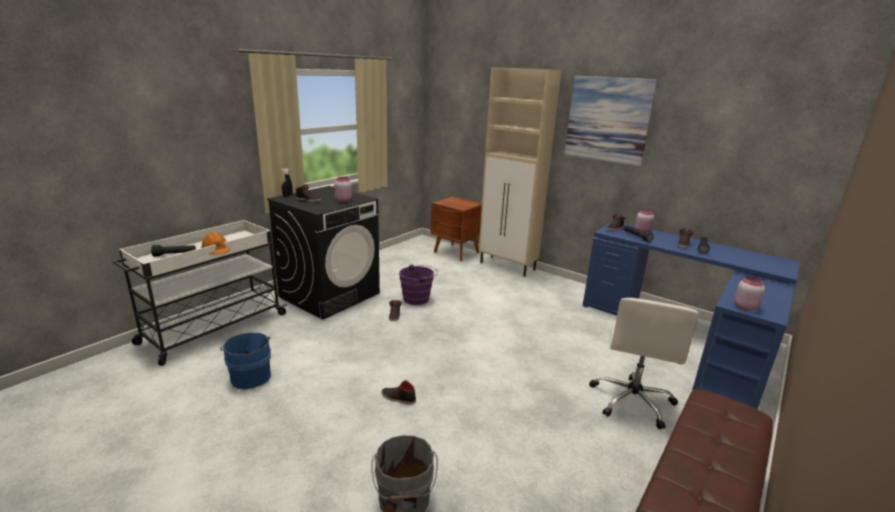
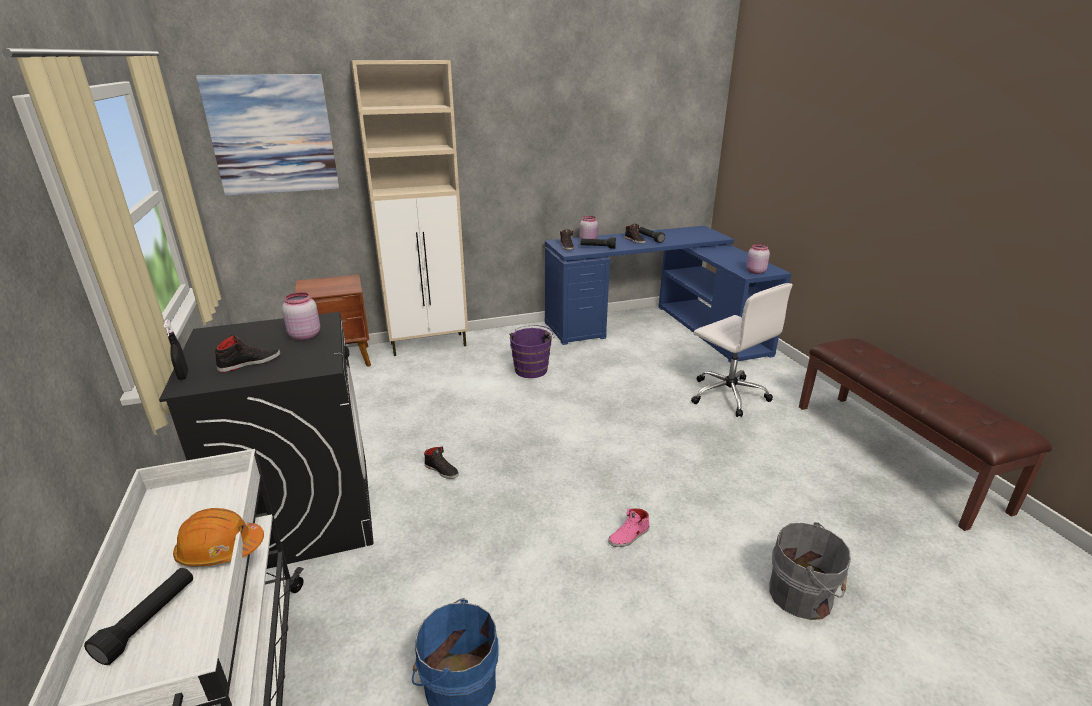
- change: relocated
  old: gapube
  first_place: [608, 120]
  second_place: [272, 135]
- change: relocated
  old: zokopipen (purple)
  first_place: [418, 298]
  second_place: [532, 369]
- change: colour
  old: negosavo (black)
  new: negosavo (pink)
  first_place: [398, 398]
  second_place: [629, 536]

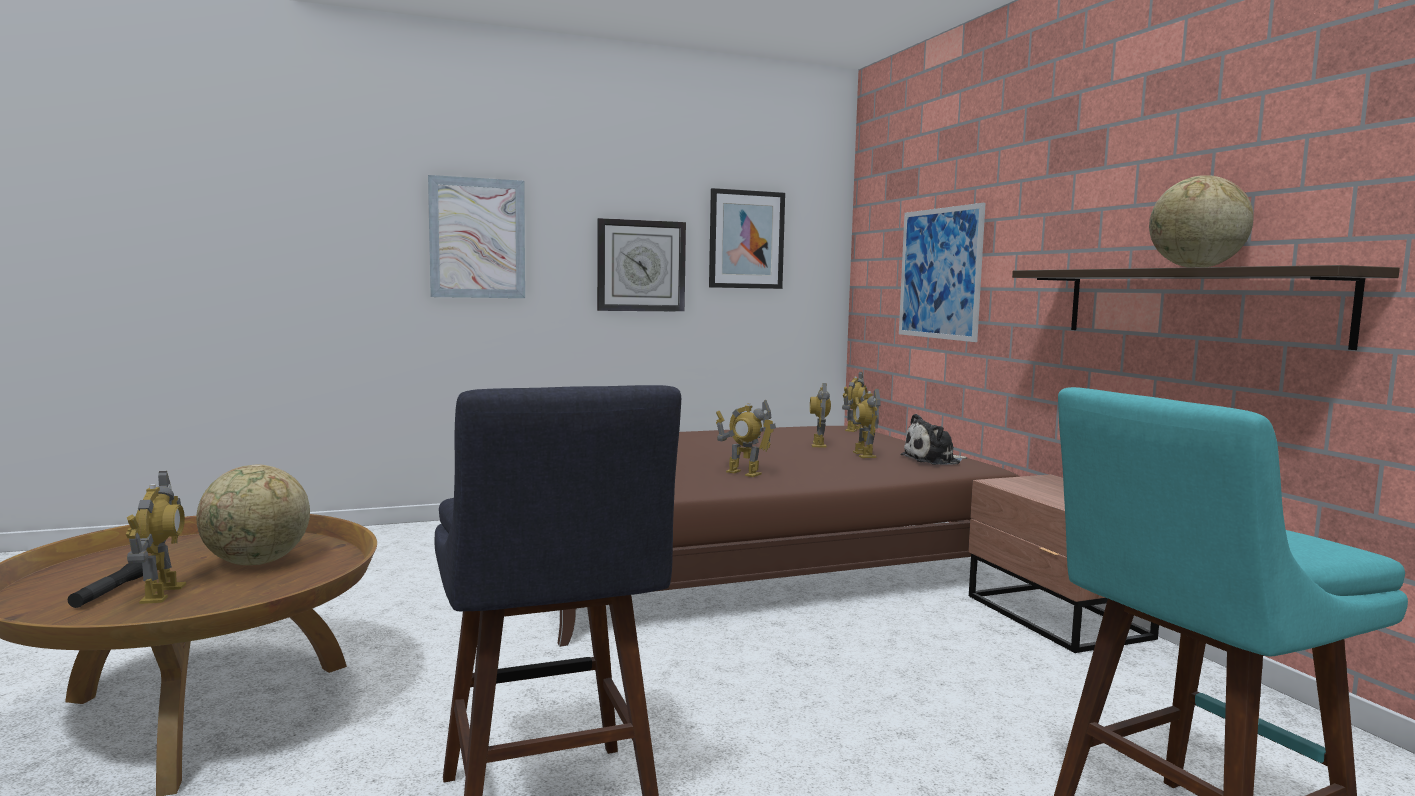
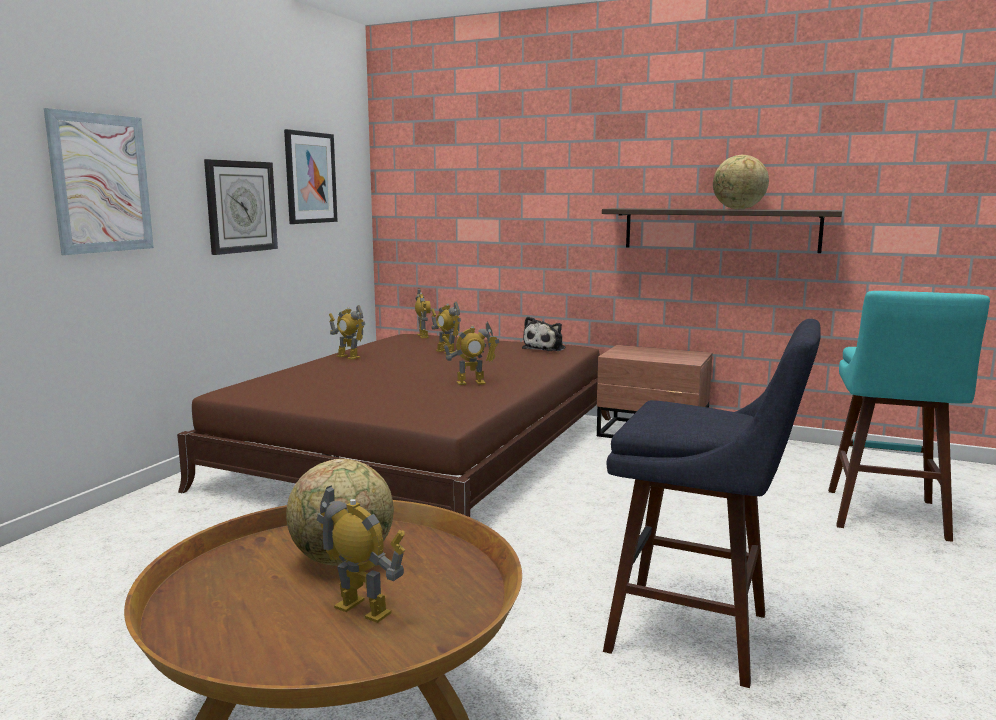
- change: missing
  old: gapube
  first_place: [939, 273]
- change: relocated
  old: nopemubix
  first_place: [864, 455]
  second_place: [348, 357]
- change: missing
  old: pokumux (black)
  first_place: [112, 591]

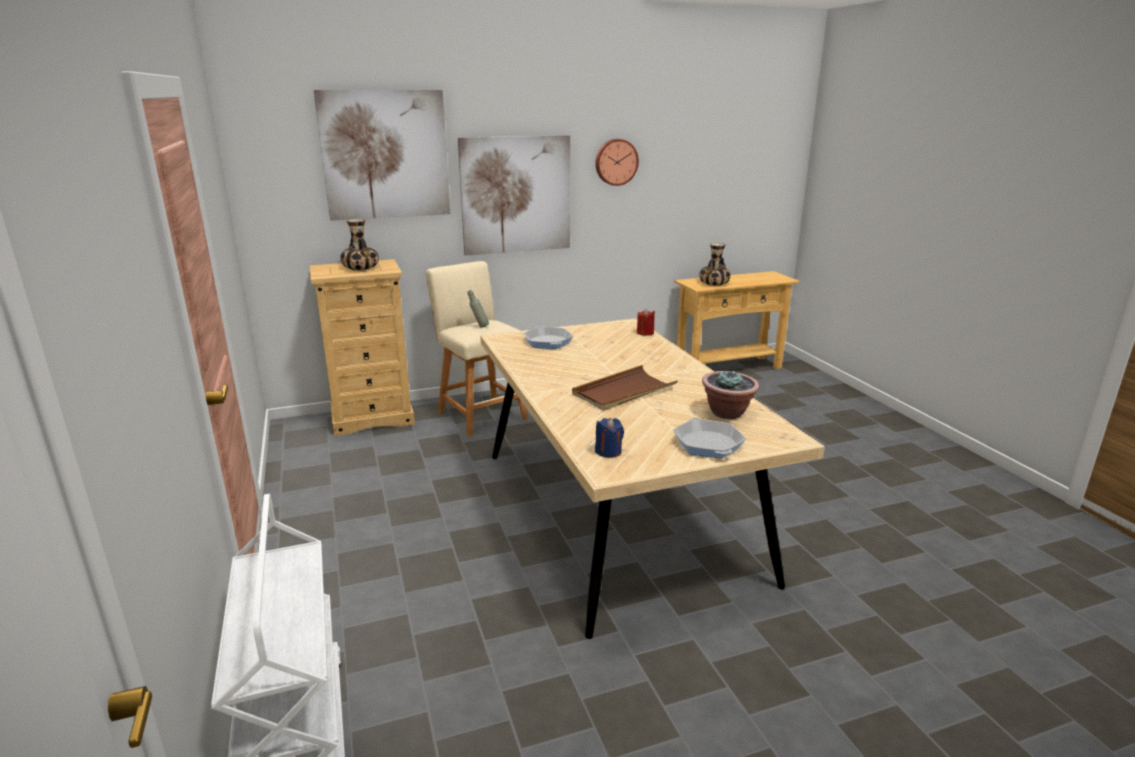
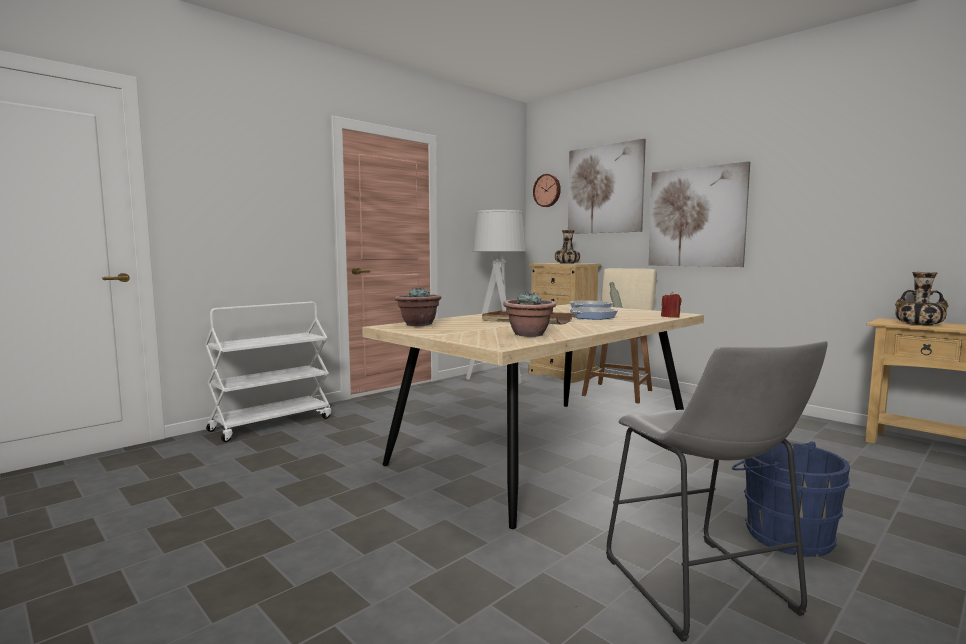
- change: relocated
  old: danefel
  first_place: [616, 162]
  second_place: [547, 190]
- change: exchanged
  old: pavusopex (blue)
  new: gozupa
  first_place: [608, 451]
  second_place: [418, 324]
- change: relocated
  old: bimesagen
  first_place: [708, 444]
  second_place: [592, 317]
- change: appeared
  new: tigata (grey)
  second_place: [498, 378]
- change: appeared
  new: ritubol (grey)
  second_place: [703, 591]
- change: appeared
  new: zokopipen (blue)
  second_place: [783, 534]

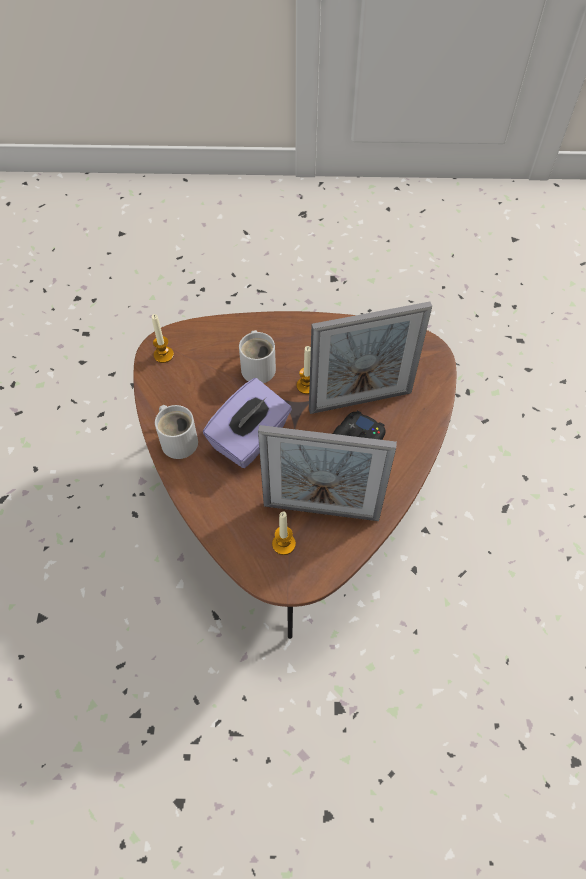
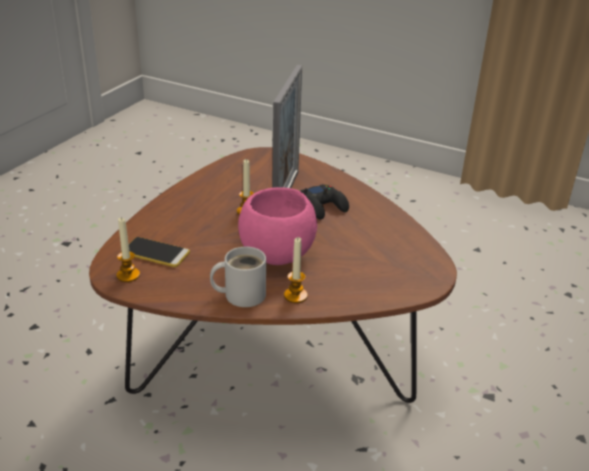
- change: missing
  old: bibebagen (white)
  first_place: [259, 367]
- change: exchanged
  old: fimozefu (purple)
  new: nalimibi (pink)
  first_place: [250, 439]
  second_place: [276, 254]
- change: missing
  old: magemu
  first_place: [321, 511]
- change: relocated
  old: pavusopex
  first_place: [283, 544]
  second_place: [295, 296]
- change: appeared
  new: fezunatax
  second_place: [156, 253]

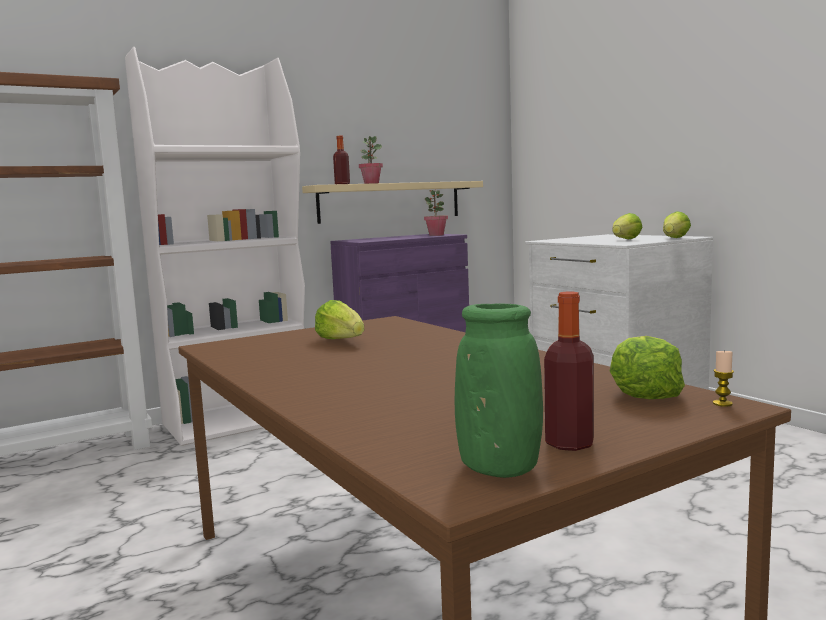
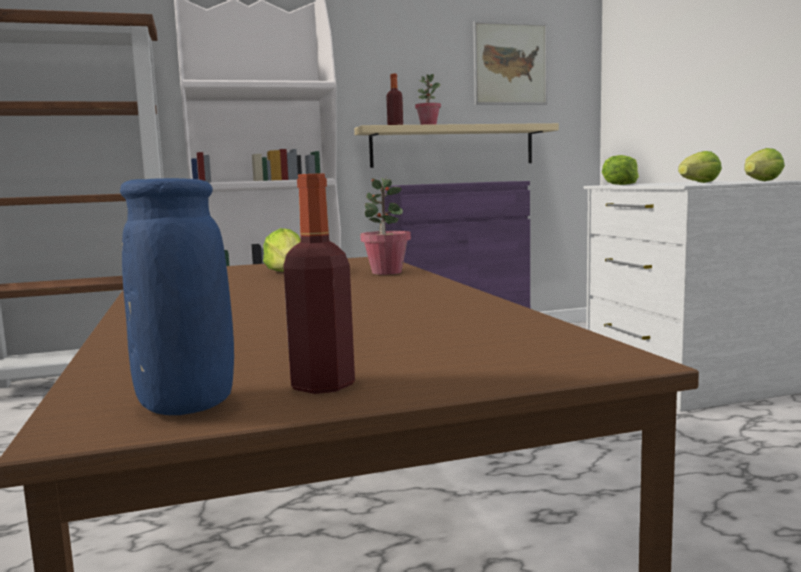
- change: relocated
  old: gozupa
  first_place: [436, 235]
  second_place: [386, 272]
- change: colour
  old: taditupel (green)
  new: taditupel (blue)
  first_place: [499, 468]
  second_place: [185, 405]
- change: relocated
  old: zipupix
  first_place: [643, 393]
  second_place: [620, 184]
- change: missing
  old: pavusopex
  first_place: [722, 403]
- change: appeared
  new: gapube
  second_place: [510, 64]

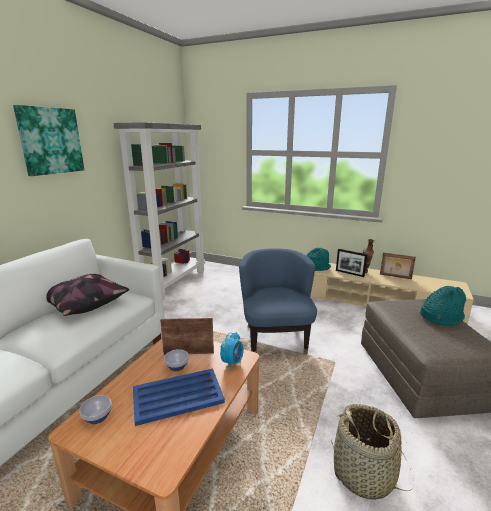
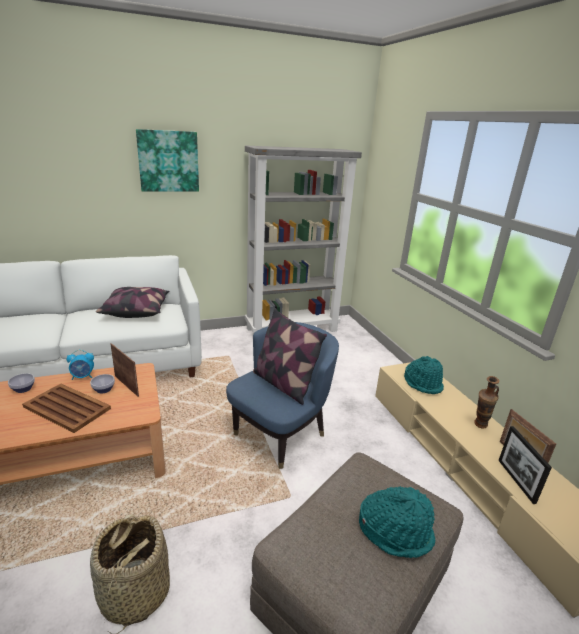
- change: relocated
  old: magemu
  first_place: [349, 273]
  second_place: [516, 481]
- change: relocated
  old: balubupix
  first_place: [232, 362]
  second_place: [83, 377]
- change: colour
  old: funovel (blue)
  new: funovel (brown)
  first_place: [176, 396]
  second_place: [67, 407]
- change: appeared
  new: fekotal
  second_place: [283, 384]

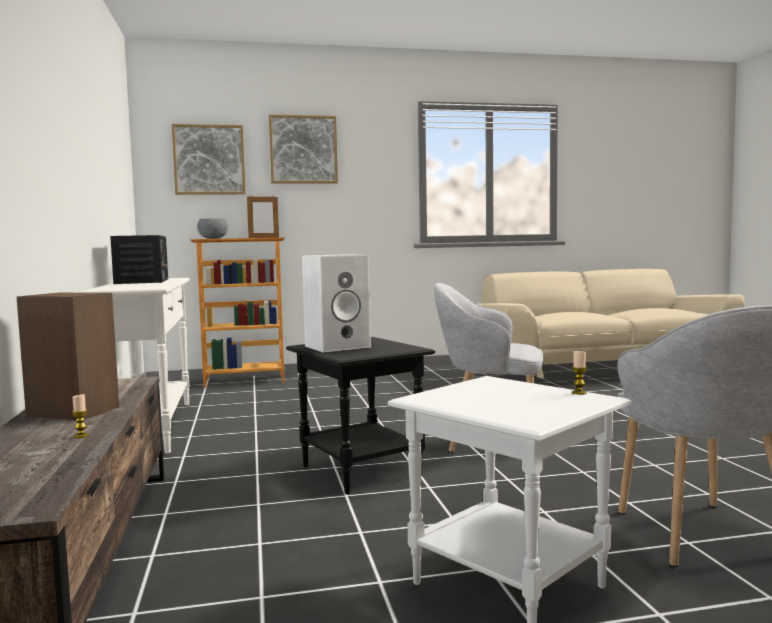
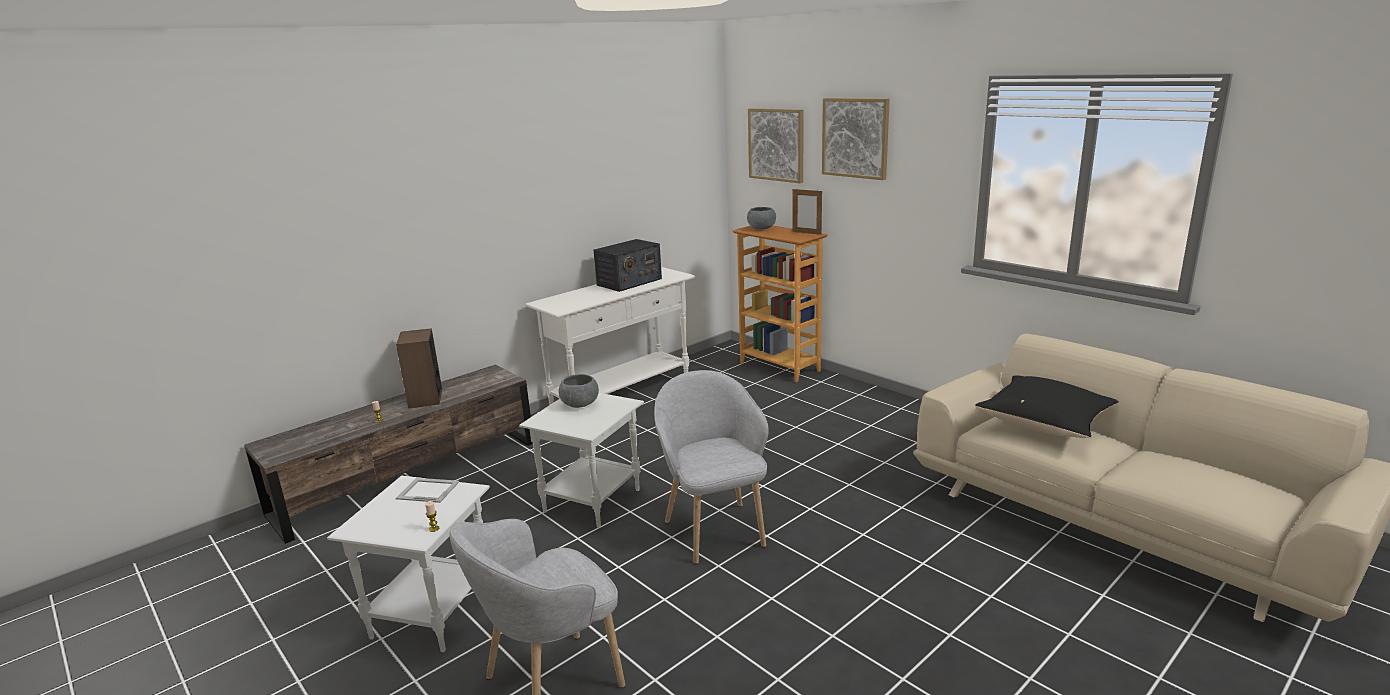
- change: exchanged
  old: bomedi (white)
  new: nalimibi (grey)
  first_place: [338, 346]
  second_place: [580, 404]
- change: colour
  old: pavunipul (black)
  new: pavunipul (white)
  first_place: [360, 470]
  second_place: [593, 500]
- change: appeared
  new: fekotal (black)
  second_place: [1045, 424]
- change: appeared
  new: magemu
  second_place: [427, 490]

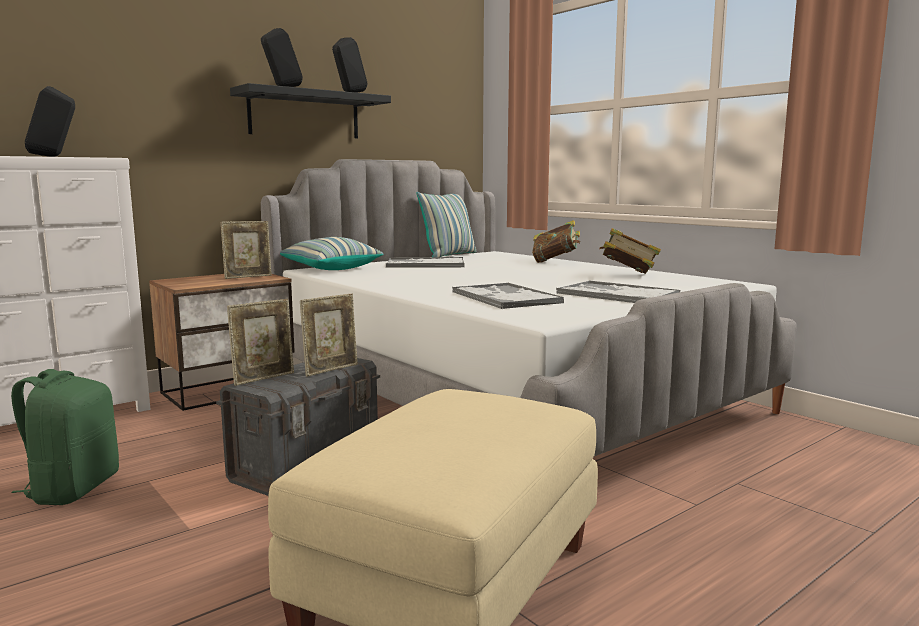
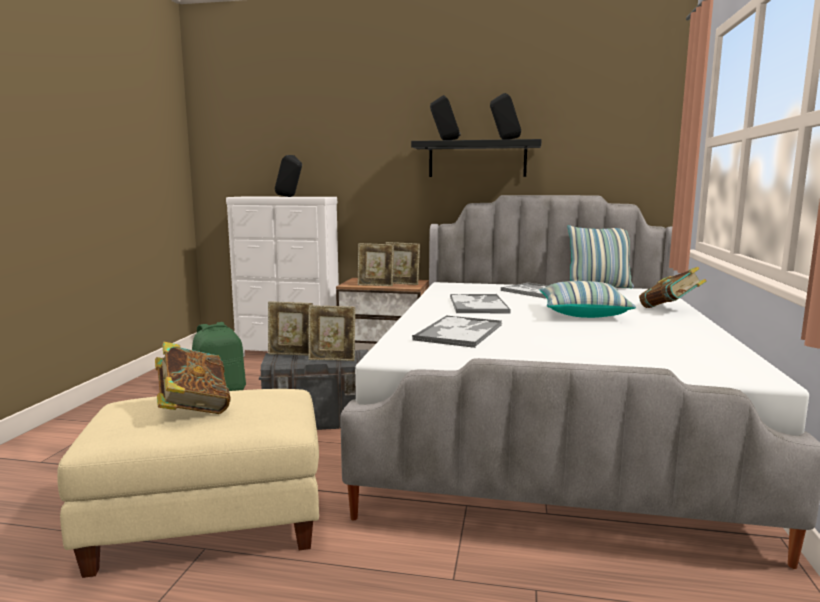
- change: relocated
  old: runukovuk
  first_place: [627, 275]
  second_place: [193, 409]
- change: relocated
  old: fekotal
  first_place: [330, 268]
  second_place: [582, 313]
- change: relocated
  old: funovel
  first_place: [616, 294]
  second_place: [477, 305]
- change: appeared
  new: magemu
  second_place: [375, 285]

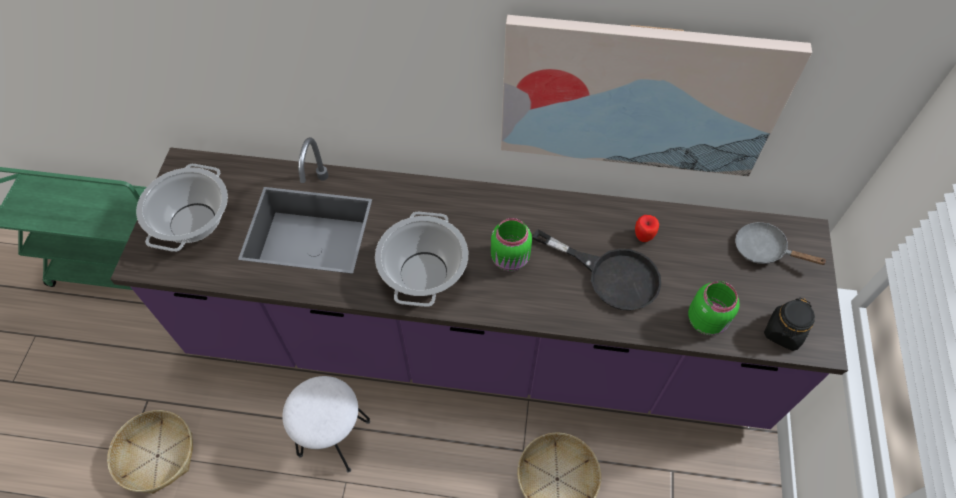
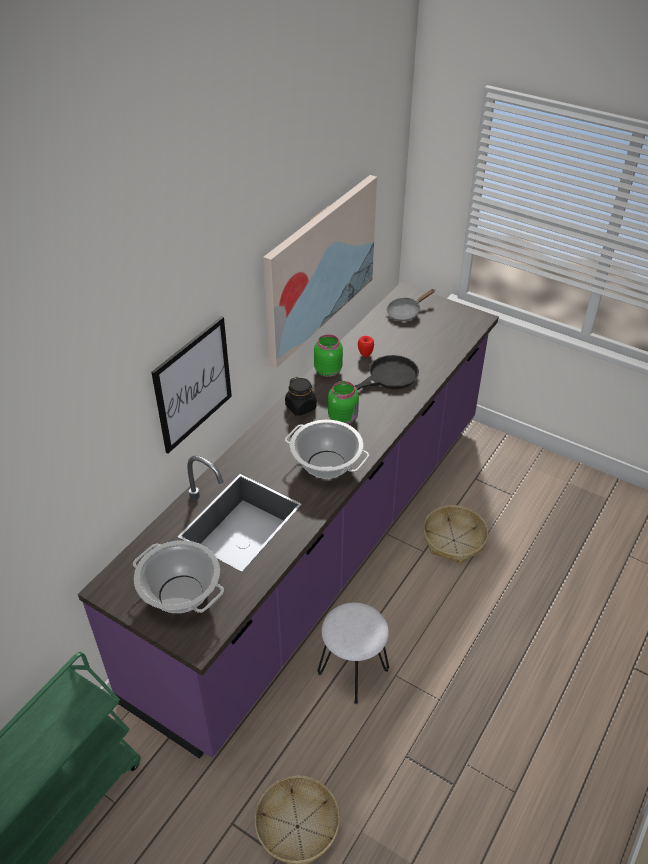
- change: relocated
  old: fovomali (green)
  first_place: [707, 320]
  second_place: [328, 370]
- change: relocated
  old: fovomali (black)
  first_place: [783, 332]
  second_place: [301, 407]
- change: appeared
  new: gapube
  second_place: [193, 384]

